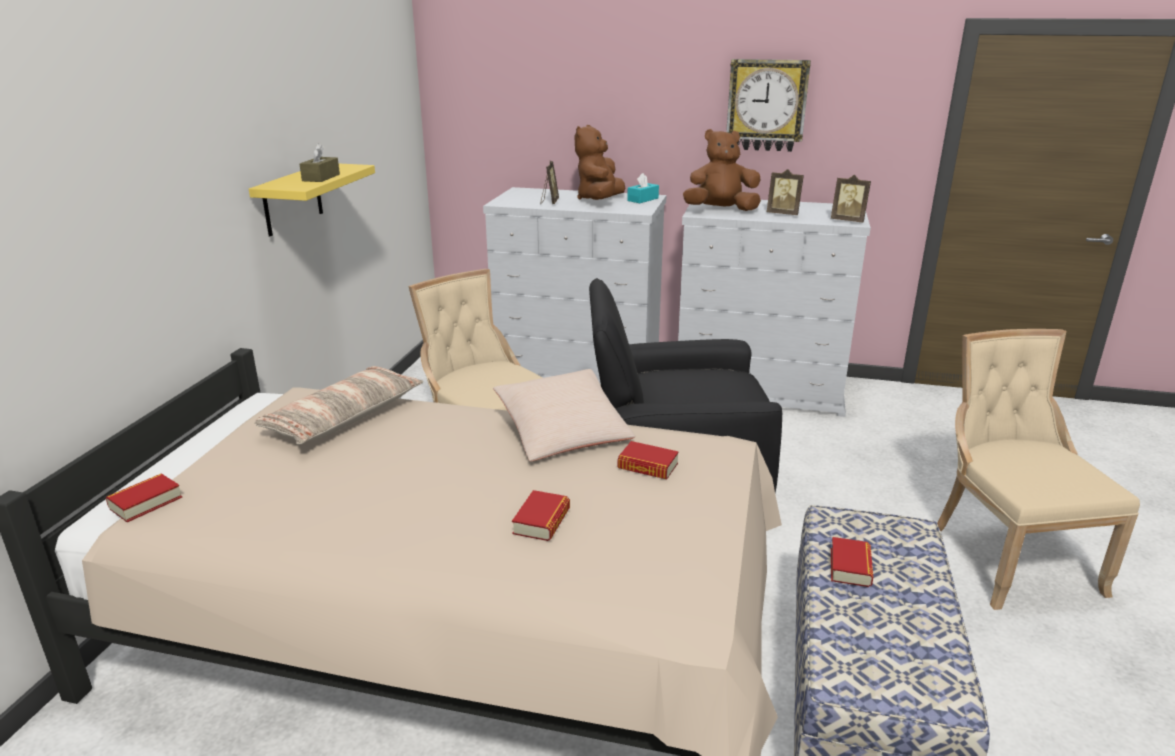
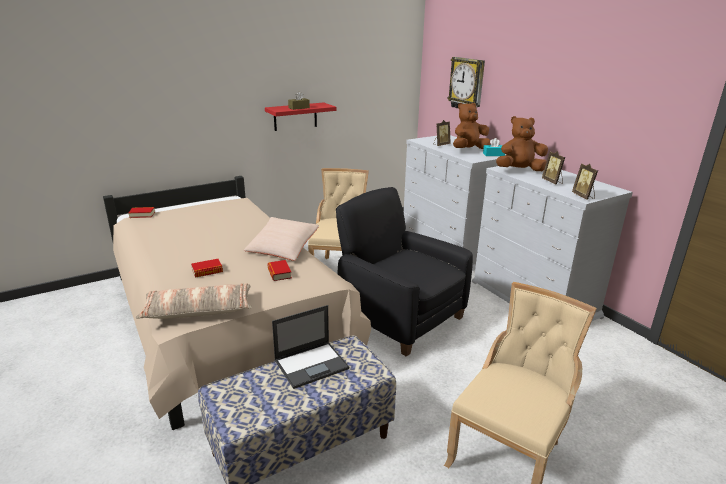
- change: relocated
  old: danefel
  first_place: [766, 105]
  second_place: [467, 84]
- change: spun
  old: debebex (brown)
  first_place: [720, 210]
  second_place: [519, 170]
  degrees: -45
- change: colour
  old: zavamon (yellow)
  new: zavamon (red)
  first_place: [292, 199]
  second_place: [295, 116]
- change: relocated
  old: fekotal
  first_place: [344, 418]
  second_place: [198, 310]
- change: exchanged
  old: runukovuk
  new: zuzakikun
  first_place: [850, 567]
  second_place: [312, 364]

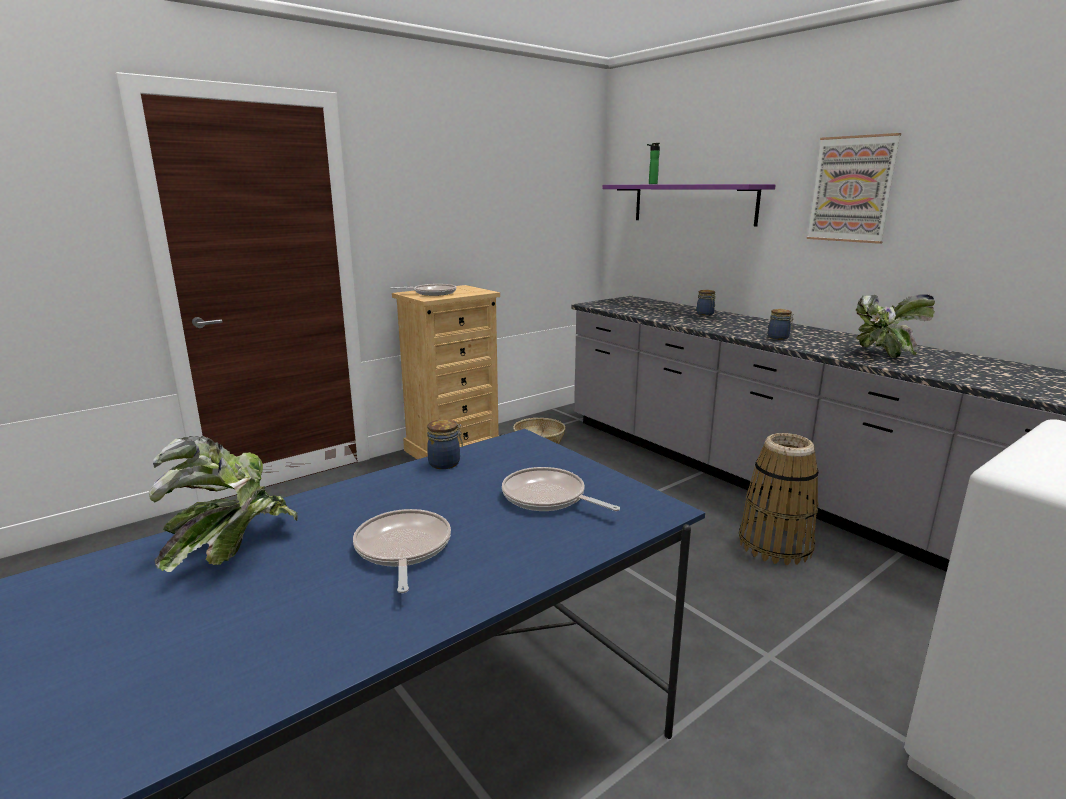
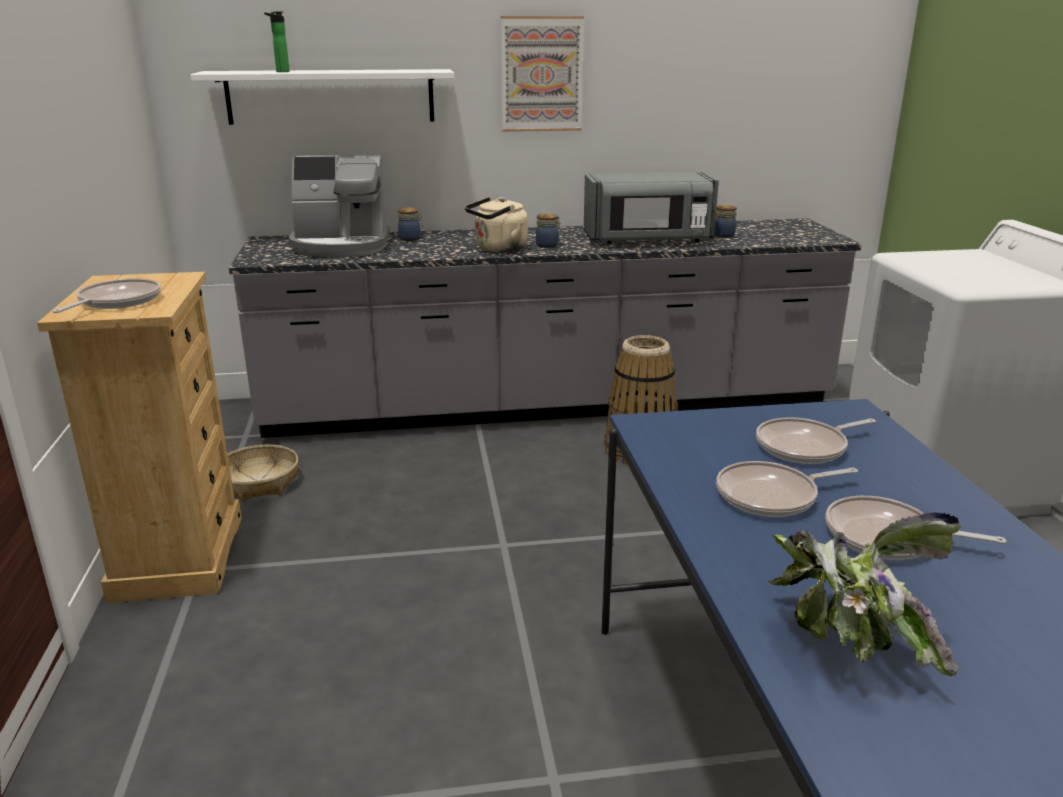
- change: colour
  old: zavamon (purple)
  new: zavamon (white)
  first_place: [693, 203]
  second_place: [331, 96]
- change: exchanged
  old: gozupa
  new: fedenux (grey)
  first_place: [880, 355]
  second_place: [648, 240]
- change: relocated
  old: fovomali
  first_place: [446, 463]
  second_place: [723, 235]
- change: appeared
  new: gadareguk
  second_place: [341, 246]
- change: appeared
  new: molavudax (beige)
  second_place: [498, 249]
- change: appeared
  new: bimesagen
  second_place: [772, 496]

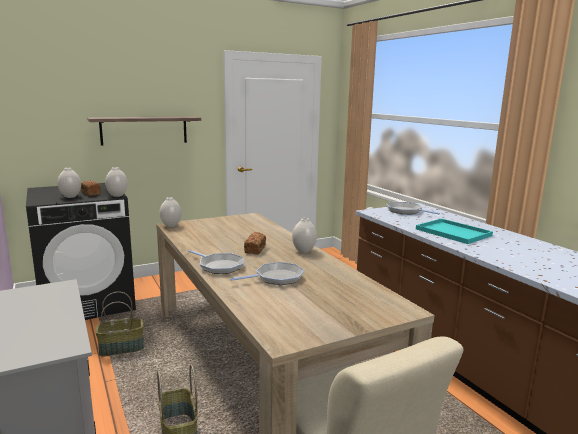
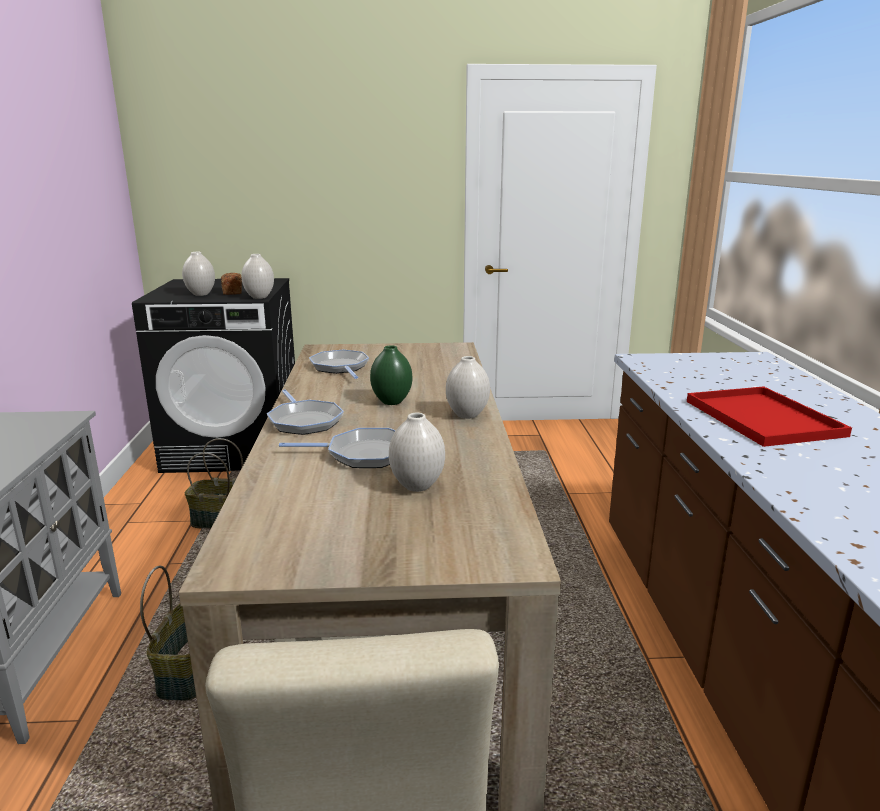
- change: missing
  old: zavamon
  first_place: [144, 130]
- change: relocated
  old: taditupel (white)
  first_place: [171, 225]
  second_place: [418, 486]
- change: relocated
  old: bimesagen
  first_place: [406, 211]
  second_place: [340, 367]
- change: colour
  old: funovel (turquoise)
  new: funovel (red)
  first_place: [454, 232]
  second_place: [765, 419]
- change: exchanged
  old: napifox
  new: taditupel (green)
  first_place: [255, 249]
  second_place: [392, 402]

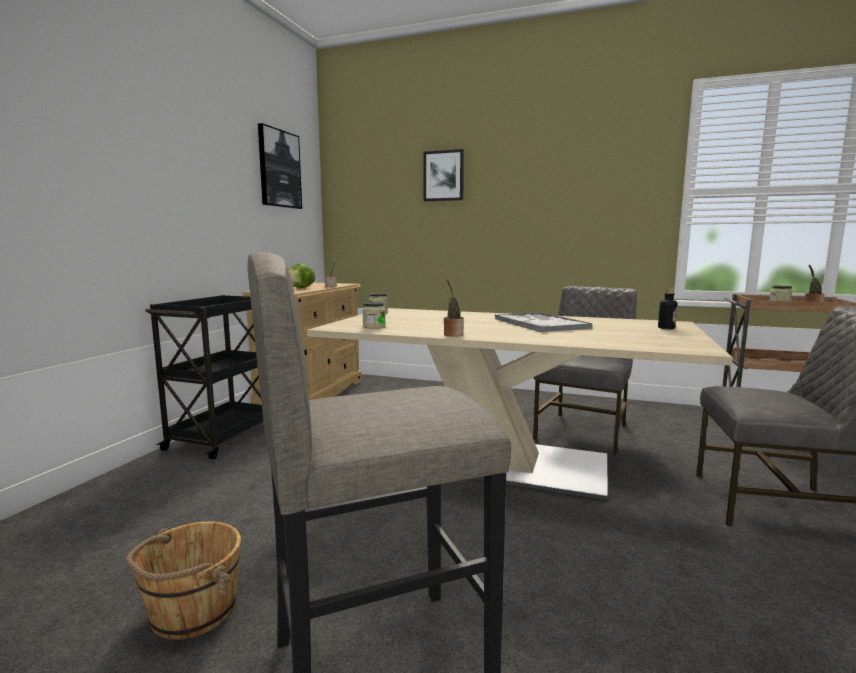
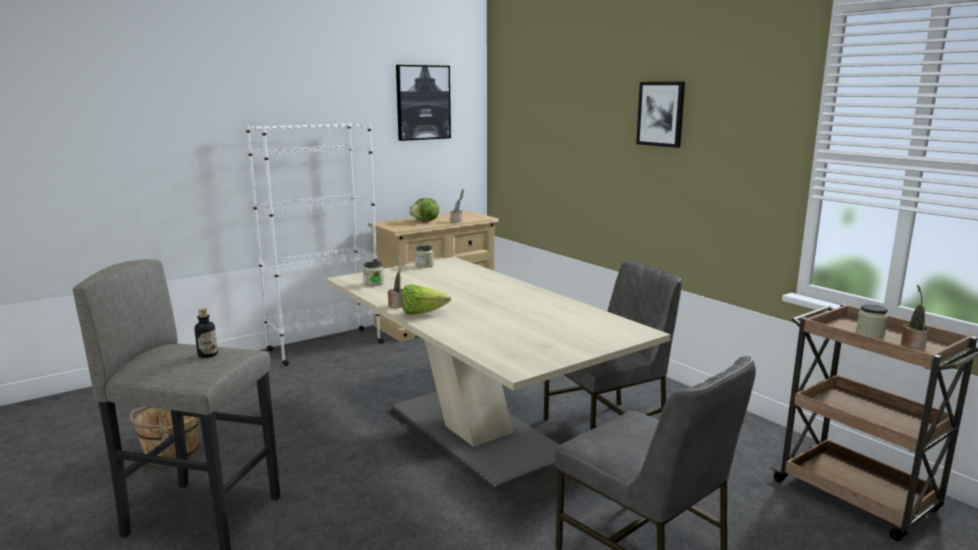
- change: relocated
  old: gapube
  first_place: [443, 176]
  second_place: [661, 114]
- change: relocated
  old: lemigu
  first_place: [666, 328]
  second_place: [207, 355]
- change: exchanged
  old: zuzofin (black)
  new: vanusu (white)
  first_place: [225, 435]
  second_place: [325, 347]
- change: missing
  old: funovel
  first_place: [539, 323]
- change: appeared
  new: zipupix
  second_place: [422, 313]

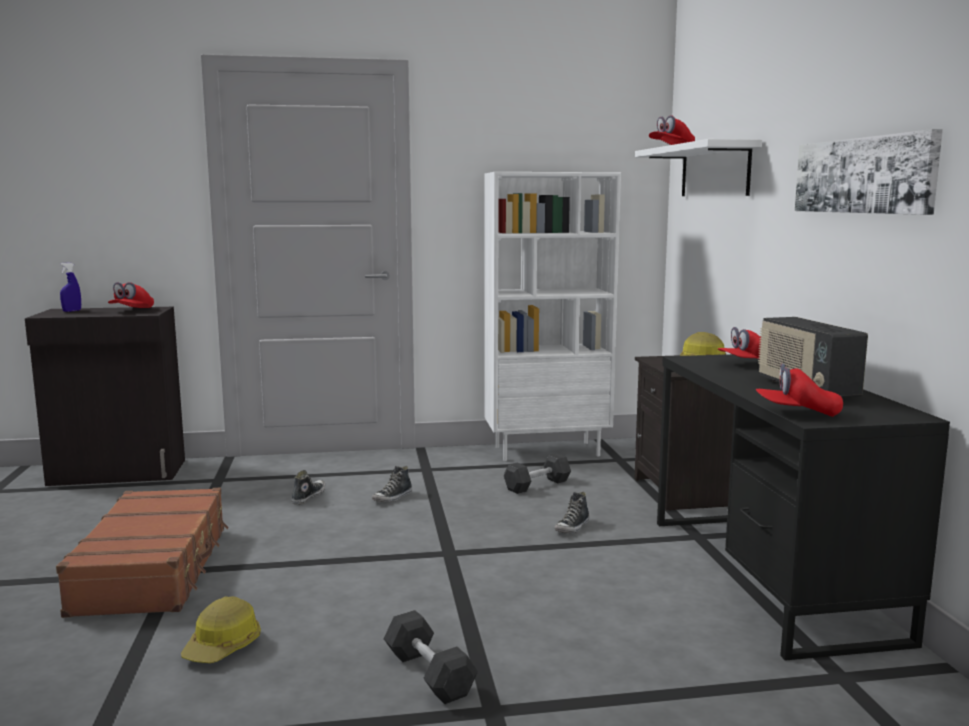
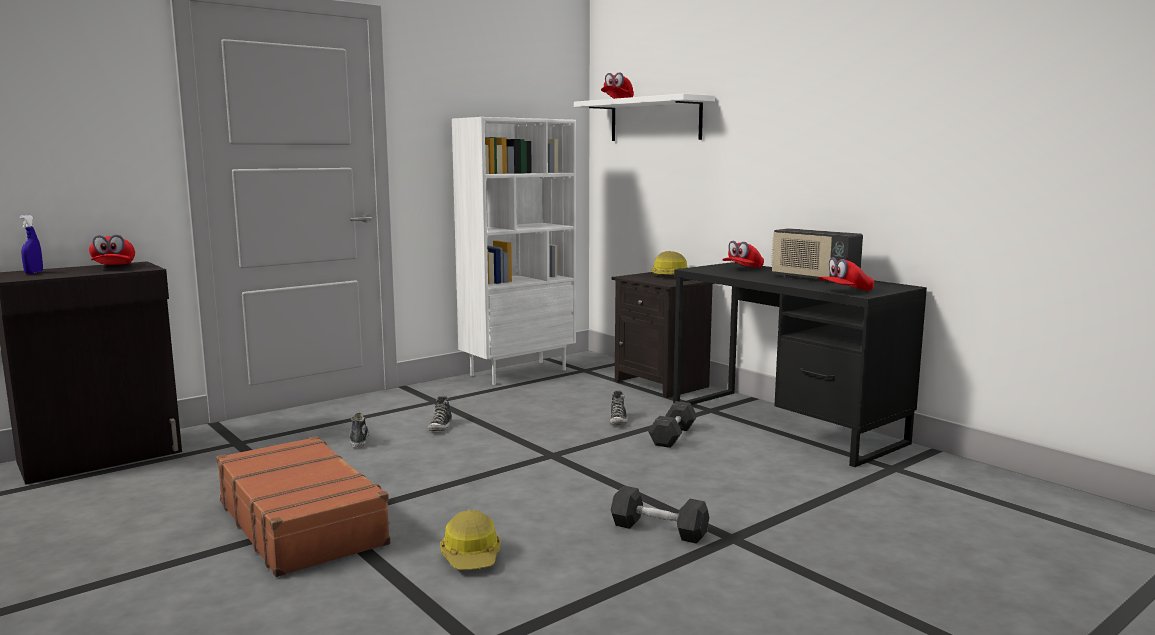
- change: missing
  old: gapube
  first_place: [863, 175]
- change: relocated
  old: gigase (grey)
  first_place: [537, 485]
  second_place: [673, 436]

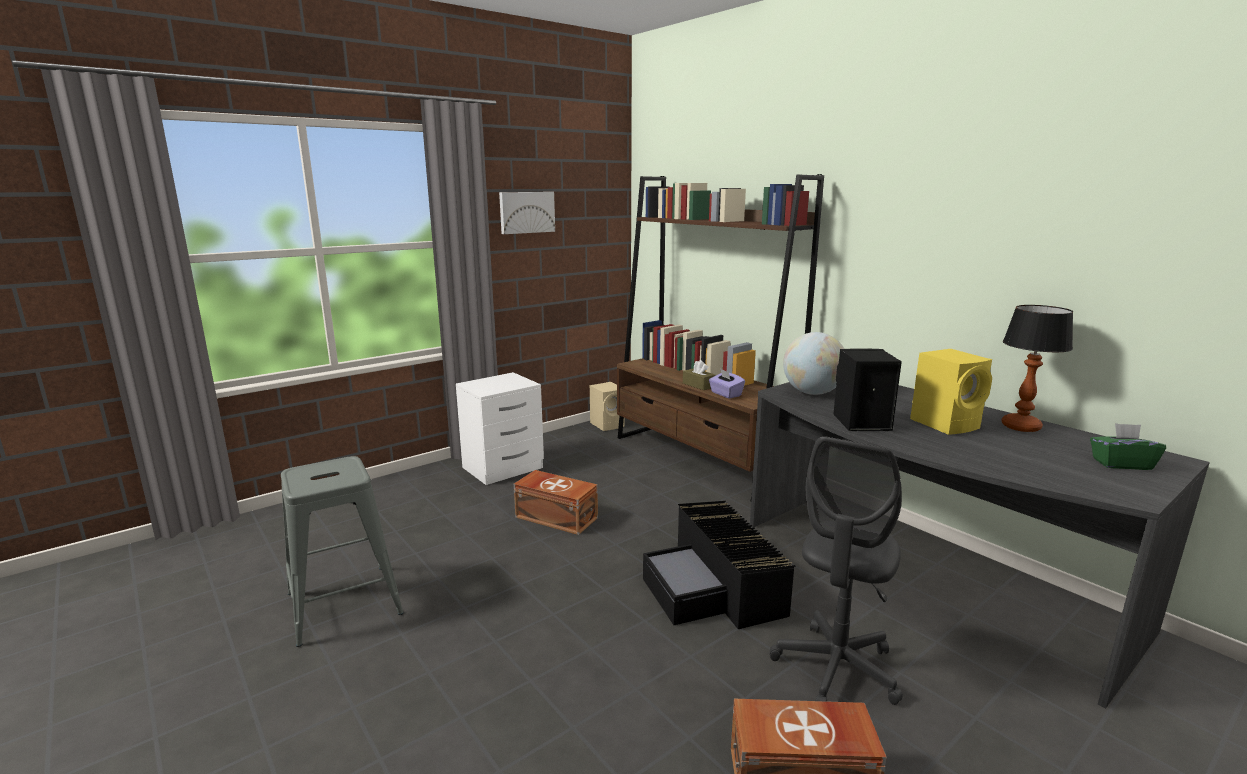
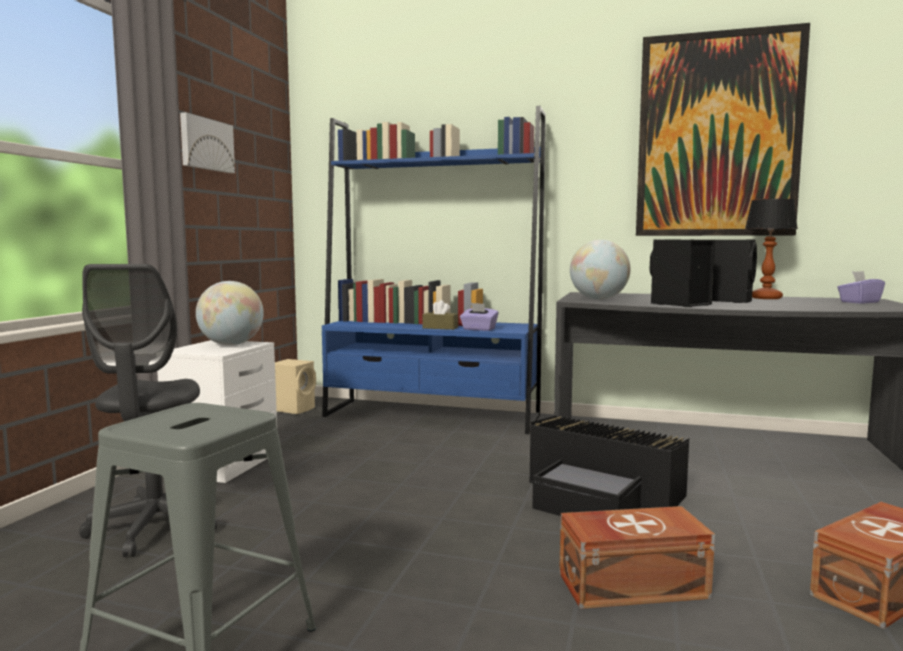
- change: colour
  old: vanusu (brown)
  new: vanusu (blue)
  first_place: [700, 459]
  second_place: [432, 416]
- change: colour
  old: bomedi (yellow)
  new: bomedi (black)
  first_place: [946, 424]
  second_place: [727, 300]
- change: colour
  old: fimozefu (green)
  new: fimozefu (purple)
  first_place: [1121, 464]
  second_place: [859, 302]
- change: relocated
  old: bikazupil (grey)
  first_place: [836, 669]
  second_place: [155, 526]
- change: relocated
  old: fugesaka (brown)
  first_place: [556, 516]
  second_place: [629, 584]
- change: appeared
  new: gapube
  second_place: [717, 135]
- change: appeared
  new: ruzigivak
  second_place: [231, 344]

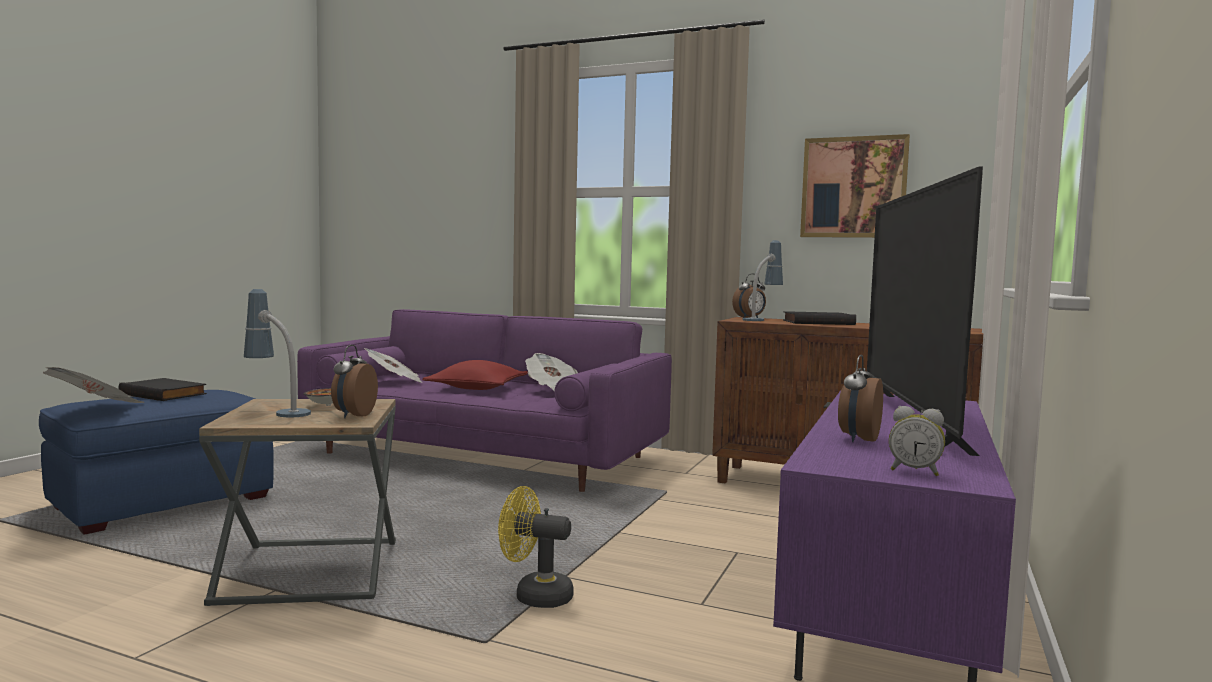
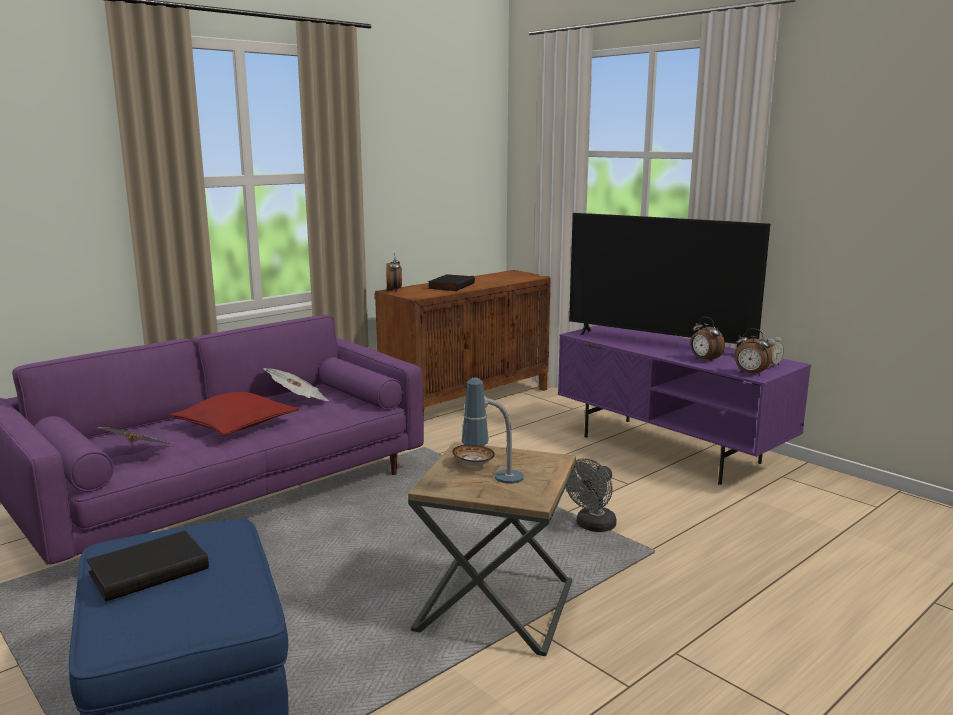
- change: missing
  old: gapube
  first_place: [853, 187]
- change: missing
  old: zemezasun
  first_place: [762, 320]
- change: relocated
  old: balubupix
  first_place: [353, 415]
  second_place: [750, 374]
- change: missing
  old: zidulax
  first_place: [96, 408]
- change: colour
  old: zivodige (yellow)
  new: zivodige (grey)
  first_place: [534, 596]
  second_place: [592, 527]

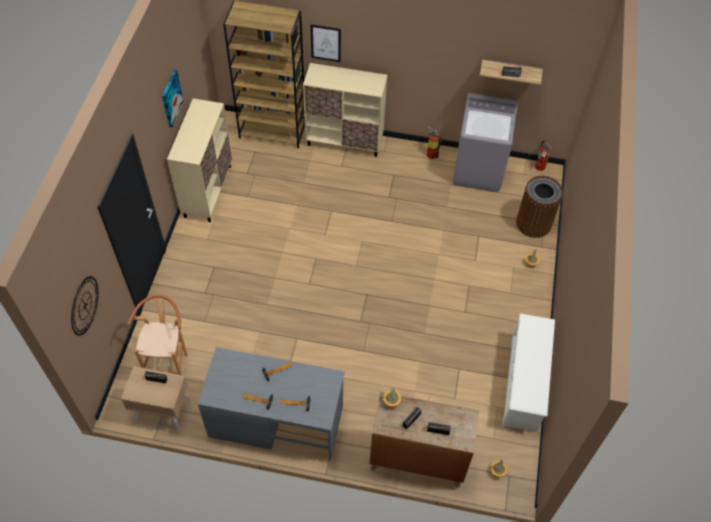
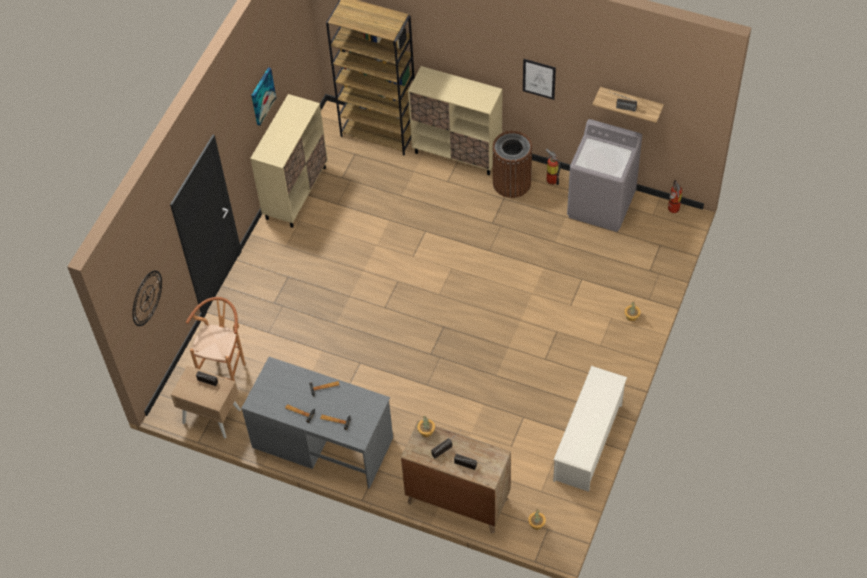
- change: relocated
  old: gapube
  first_place: [325, 43]
  second_place: [539, 79]
- change: relocated
  old: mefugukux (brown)
  first_place: [533, 223]
  second_place: [512, 183]

